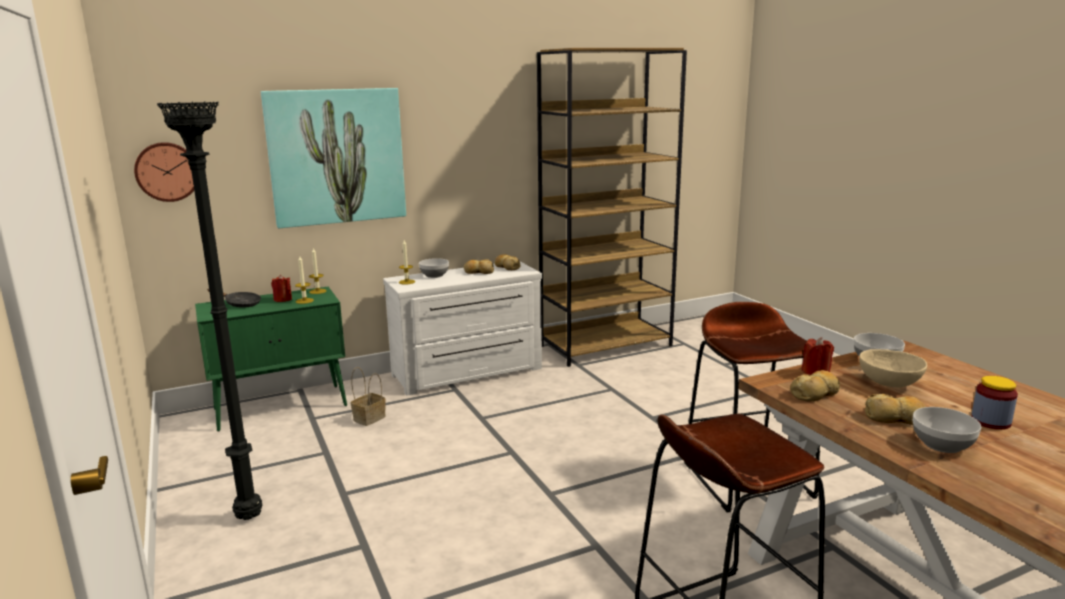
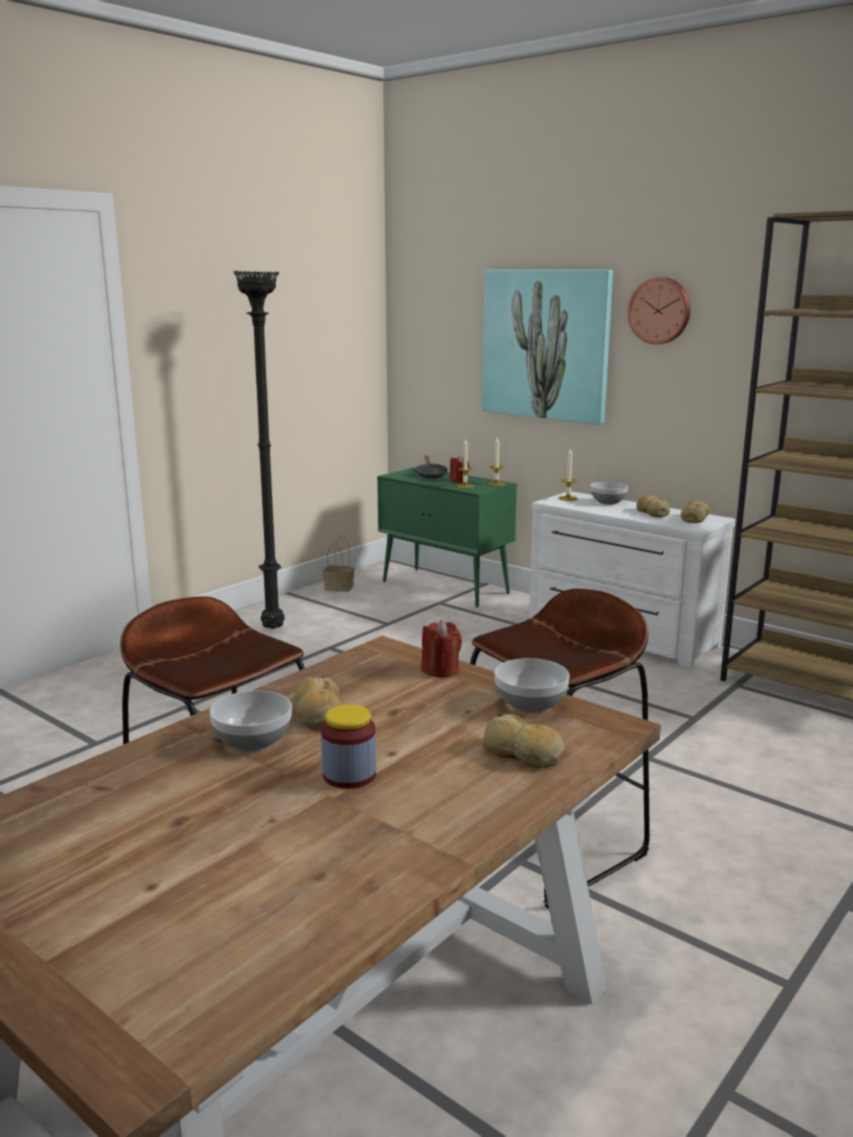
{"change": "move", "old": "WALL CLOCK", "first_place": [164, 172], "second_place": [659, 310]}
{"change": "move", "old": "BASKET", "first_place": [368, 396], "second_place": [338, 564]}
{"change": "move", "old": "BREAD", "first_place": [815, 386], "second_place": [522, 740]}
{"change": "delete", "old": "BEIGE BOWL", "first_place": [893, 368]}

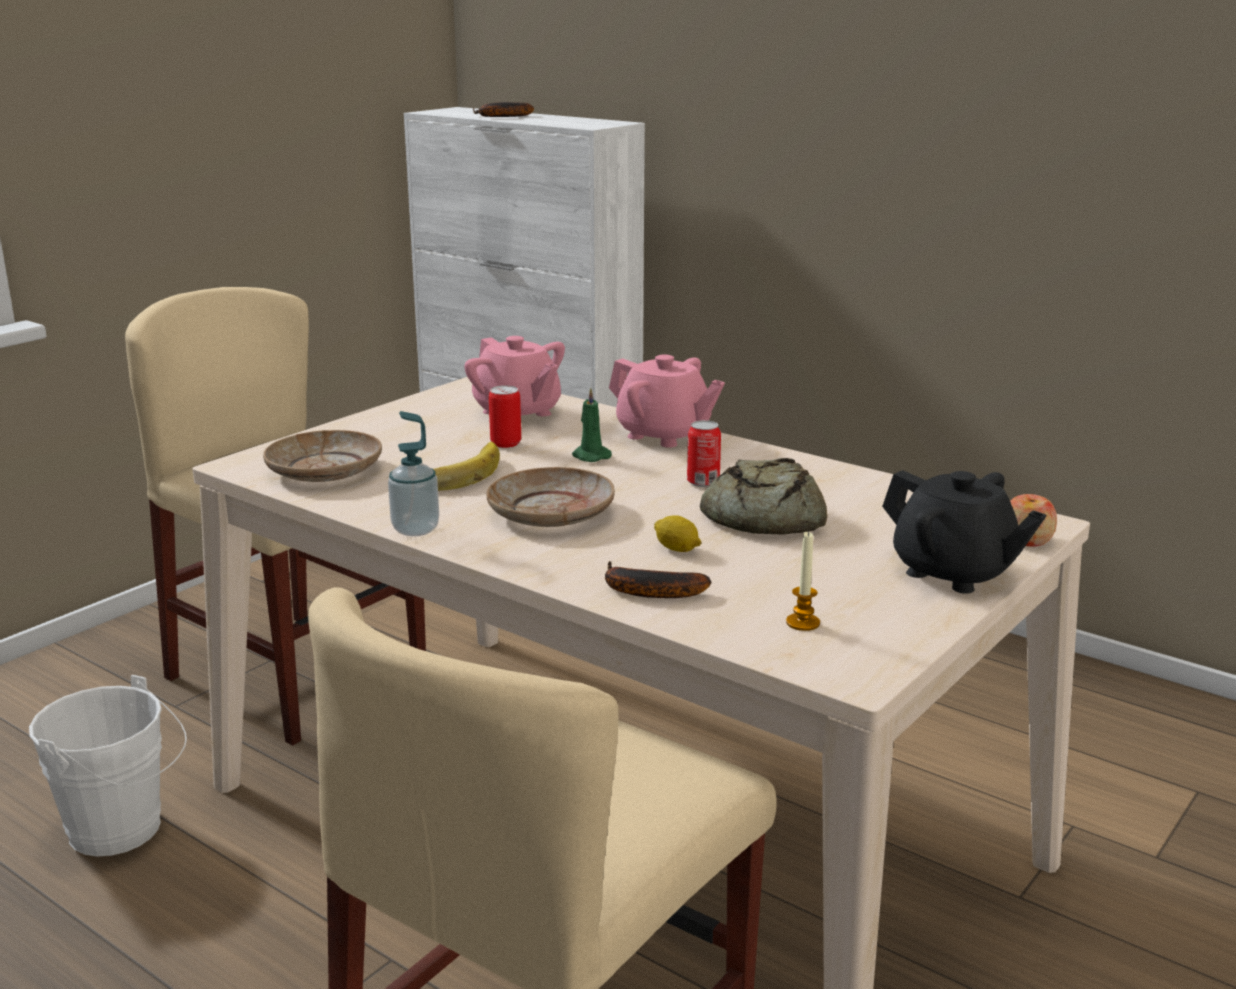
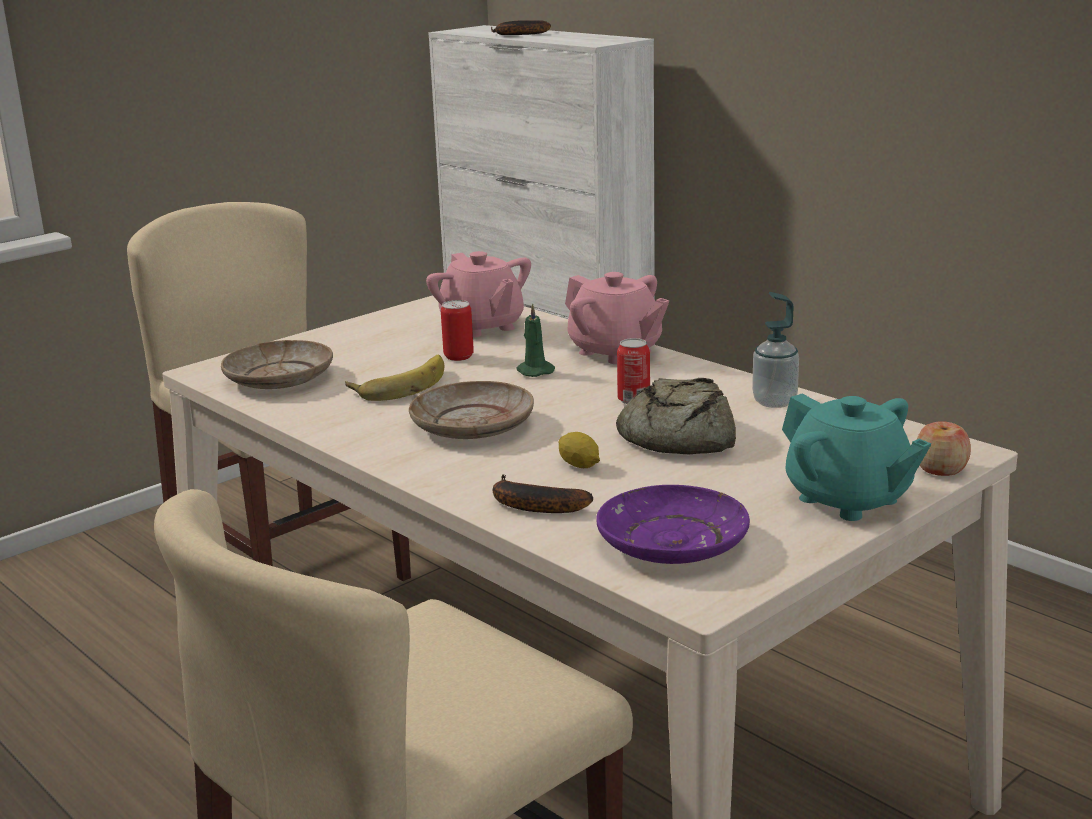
{"change": "delete", "old": "WHITE BUCKET", "first_place": [108, 766]}
{"change": "move", "old": "SOAP DISPENSER", "first_place": [413, 473], "second_place": [775, 350]}
{"change": "replace", "old": "CANDLE", "new": "PURPLE PLATE", "first_place": [803, 580], "second_place": [673, 524]}
{"change": "recolor", "old": "BLACK TEAPOT", "new": "TURQUOISE TEAPOT", "first_place": [964, 532], "second_place": [856, 457]}

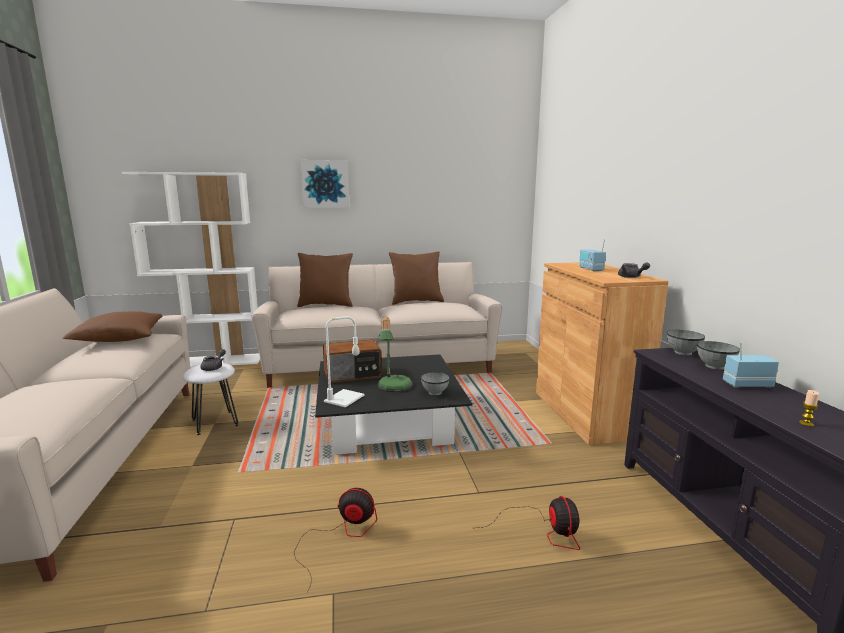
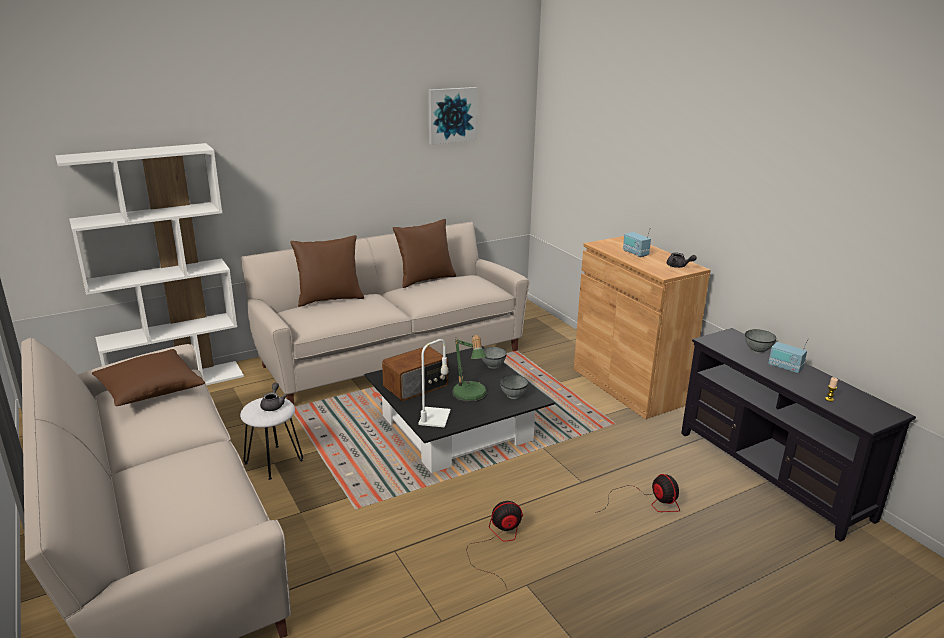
{"change": "move", "old": "PICTURE", "first_place": [325, 184], "second_place": [452, 116]}
{"change": "move", "old": "GREY BOWL", "first_place": [686, 342], "second_place": [494, 358]}
{"change": "rotate", "old": "RADIO", "first_place": [751, 365], "second_place": [788, 356], "degrees": -120}

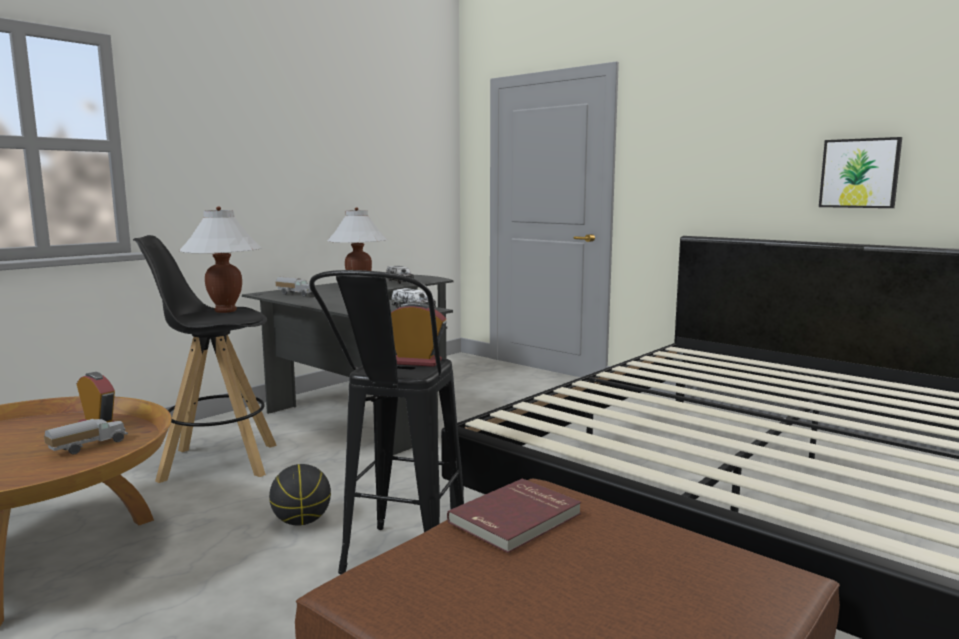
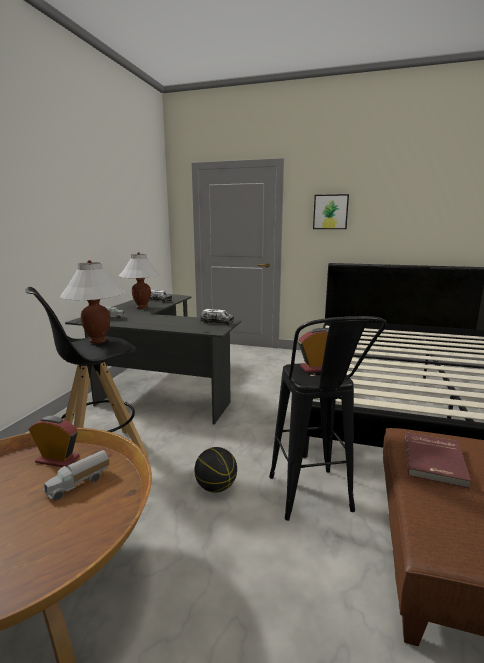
{"change": "rotate", "old": "TOY TRUCK", "first_place": [86, 436], "second_place": [76, 475], "degrees": -150}
{"change": "move", "old": "PICTURE", "first_place": [860, 172], "second_place": [331, 211]}

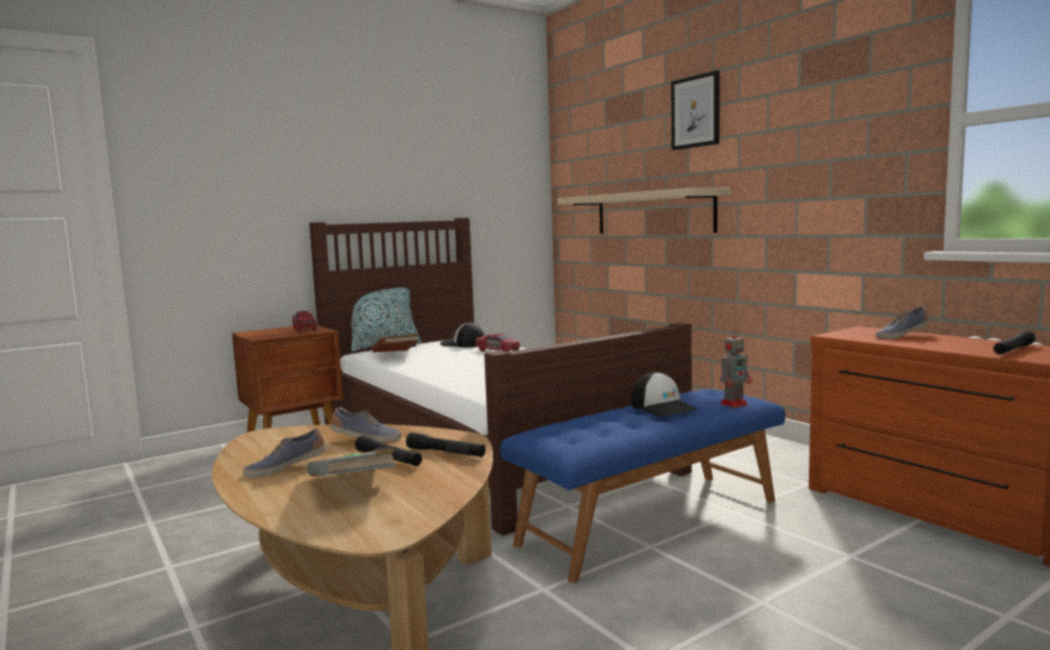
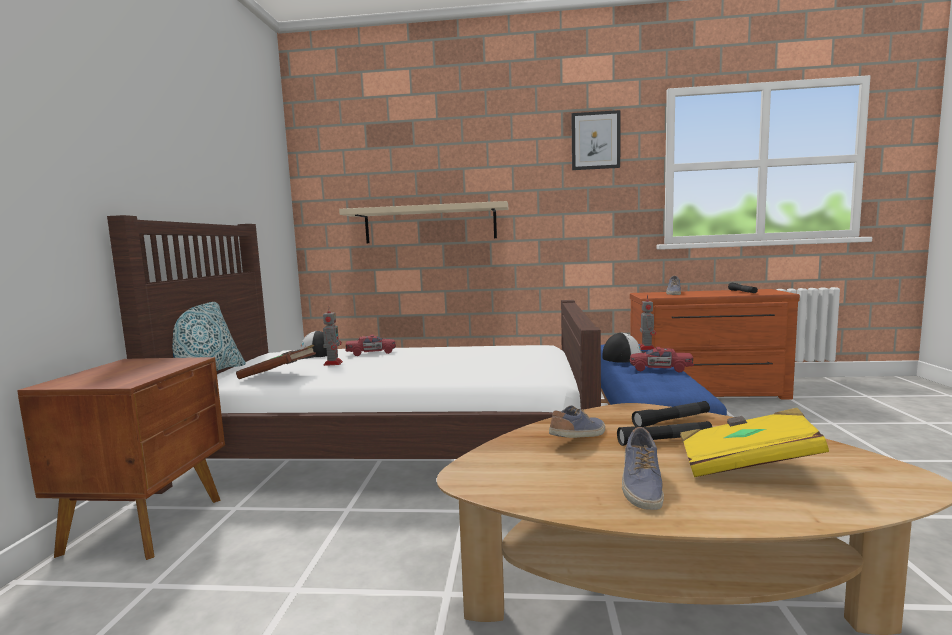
{"change": "move", "old": "RED TOY CAR", "first_place": [304, 321], "second_place": [662, 359]}
{"change": "recolor", "old": "GREY BOOK", "new": "YELLOW BOOK", "first_place": [351, 462], "second_place": [754, 442]}
{"change": "move", "old": "PICTURE", "first_place": [695, 110], "second_place": [596, 140]}
{"change": "insert", "new": "TOY ROBOT", "second_place": [333, 336]}

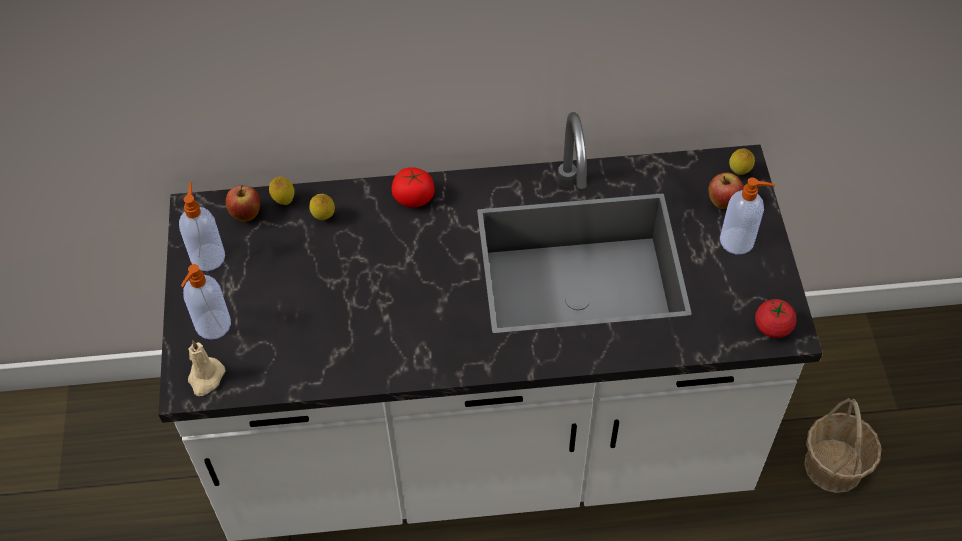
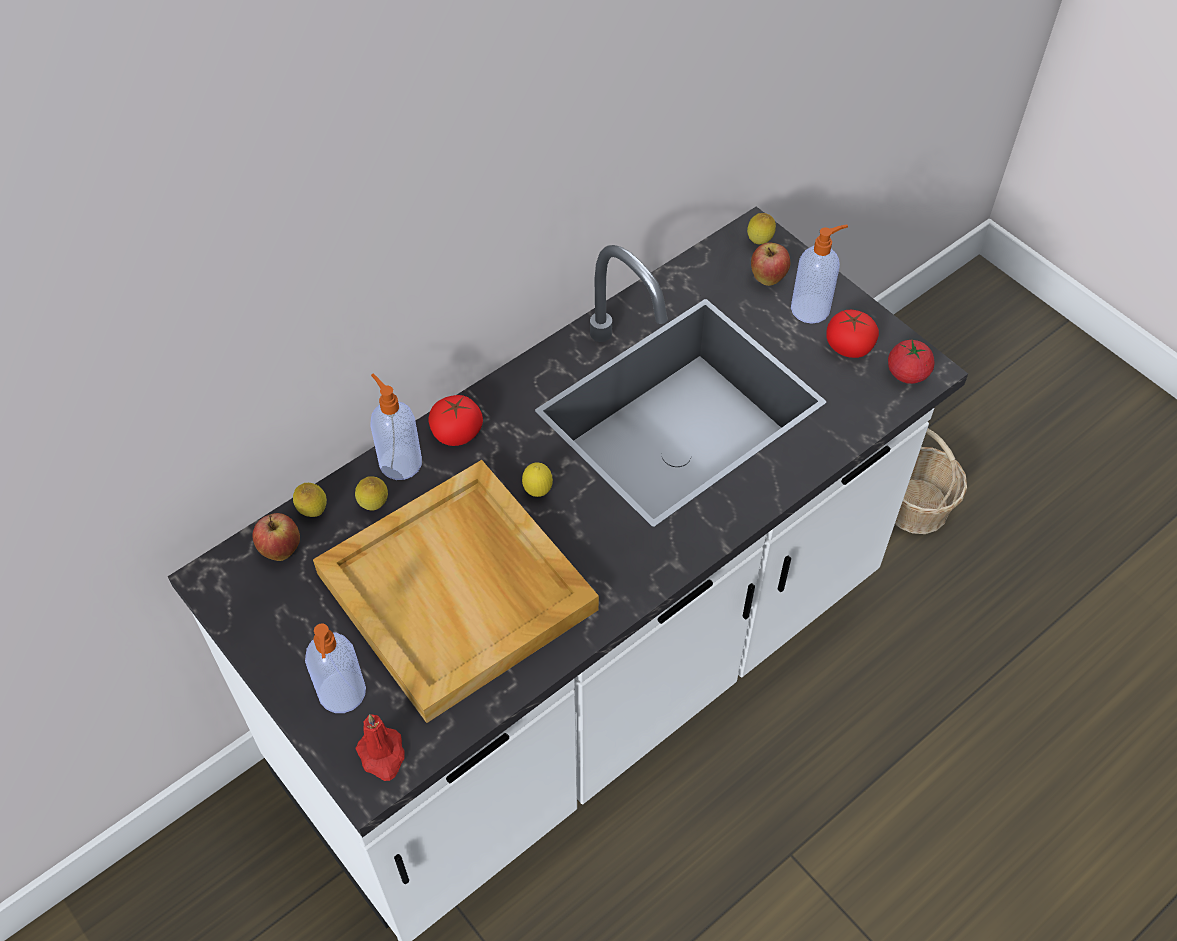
{"change": "move", "old": "SOAP DISPENSER", "first_place": [202, 226], "second_place": [396, 426]}
{"change": "recolor", "old": "BEIGE CANDLE", "new": "RED CANDLE", "first_place": [206, 368], "second_place": [380, 747]}
{"change": "insert", "new": "BEIGE TRAY", "second_place": [456, 591]}
{"change": "insert", "new": "LEMON", "second_place": [537, 479]}
{"change": "insert", "new": "TOMATO", "second_place": [852, 334]}

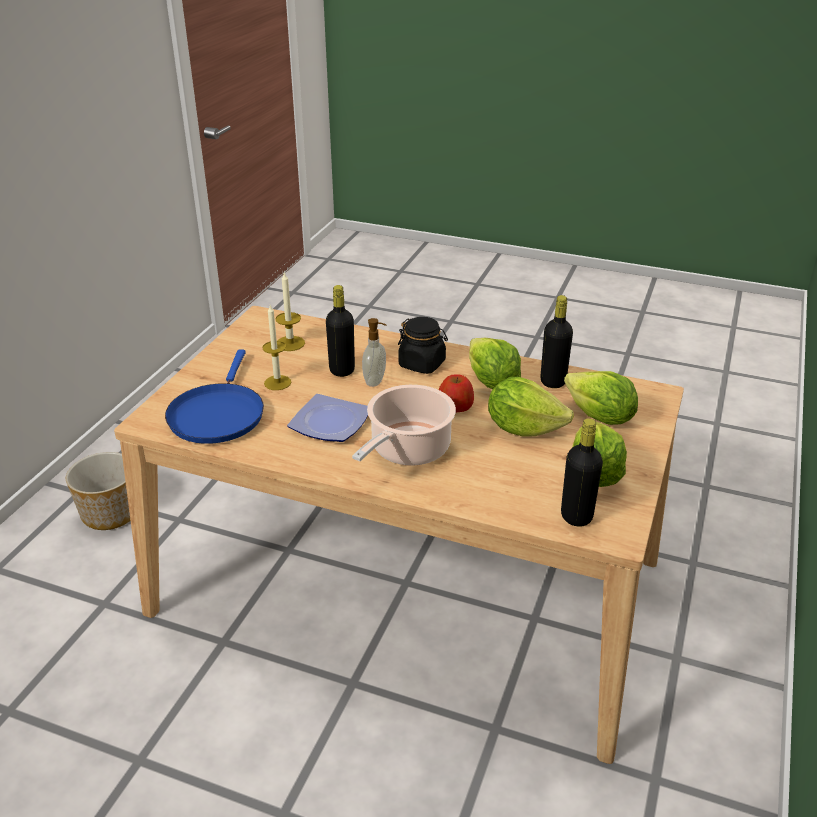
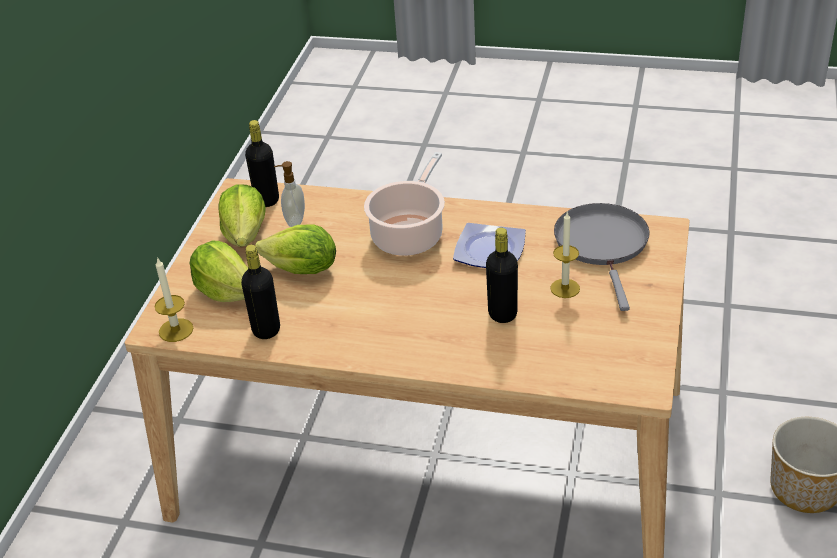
{"change": "recolor", "old": "BLUE FRYING PAN", "new": "GREY FRYING PAN", "first_place": [214, 396], "second_place": [602, 257]}
{"change": "move", "old": "CANDLE", "first_place": [290, 311], "second_place": [173, 299]}
{"change": "move", "old": "SOAP DISPENSER", "first_place": [374, 352], "second_place": [289, 194]}
{"change": "delete", "old": "BLACK JAR", "first_place": [423, 345]}
{"change": "delete", "old": "APPLE", "first_place": [456, 393]}
{"change": "delete", "old": "LETTUCE", "first_place": [495, 363]}

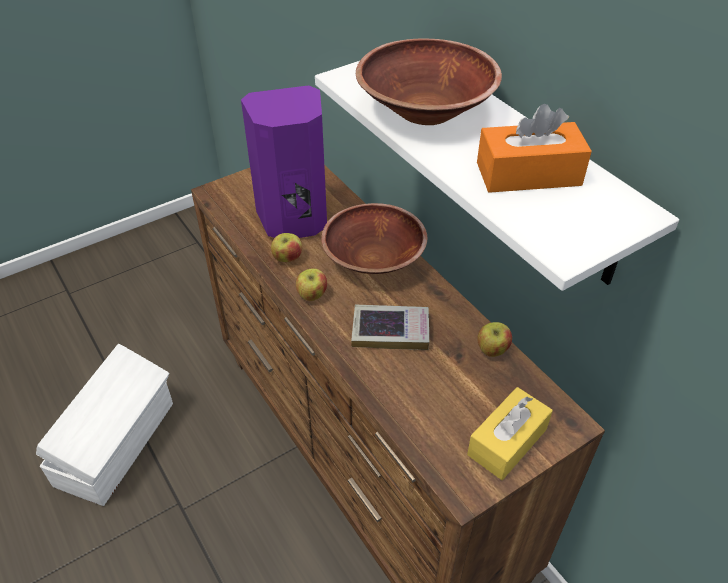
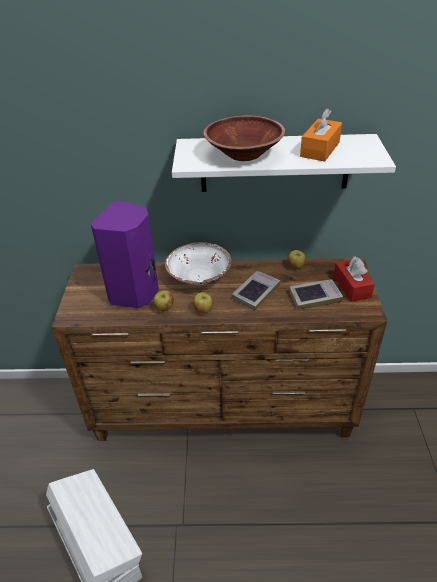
{"change": "recolor", "old": "BROWN BOWL", "new": "WHITE BOWL", "first_place": [374, 238], "second_place": [198, 263]}
{"change": "recolor", "old": "YELLOW TISSUE BOX", "new": "RED TISSUE BOX", "first_place": [510, 433], "second_place": [354, 279]}
{"change": "insert", "new": "BOOK", "second_place": [316, 294]}

